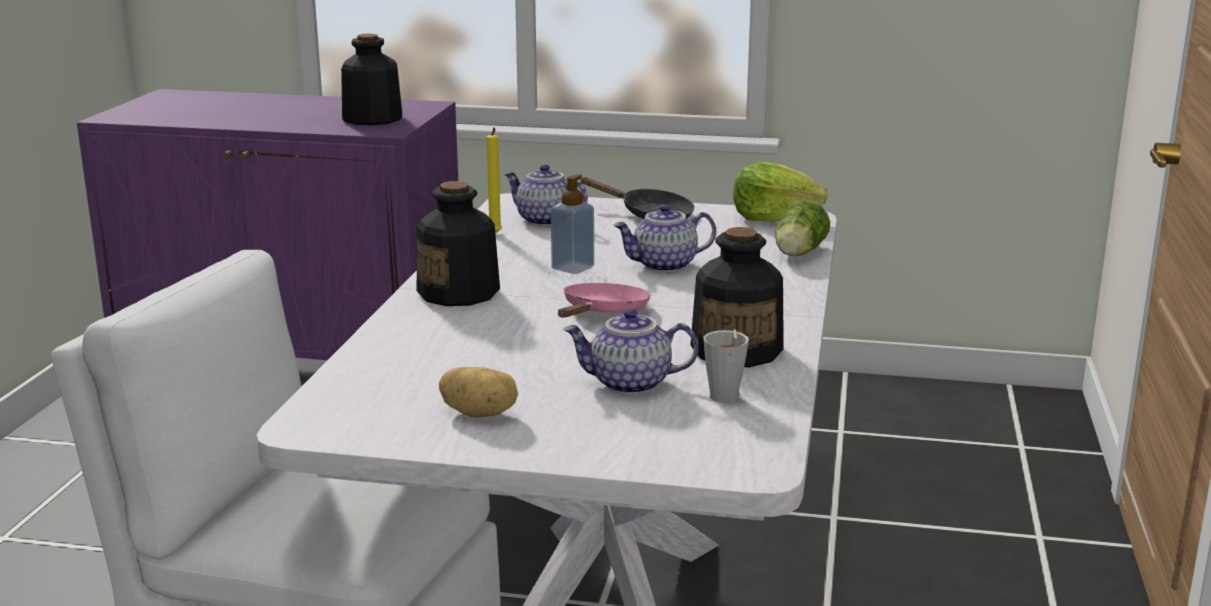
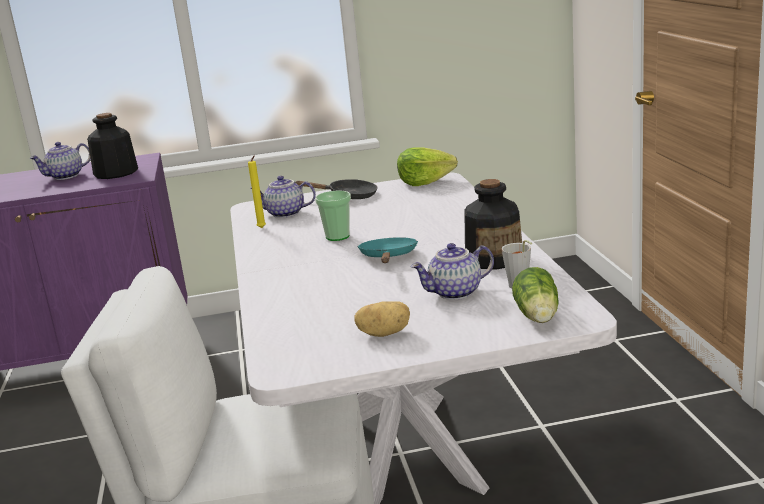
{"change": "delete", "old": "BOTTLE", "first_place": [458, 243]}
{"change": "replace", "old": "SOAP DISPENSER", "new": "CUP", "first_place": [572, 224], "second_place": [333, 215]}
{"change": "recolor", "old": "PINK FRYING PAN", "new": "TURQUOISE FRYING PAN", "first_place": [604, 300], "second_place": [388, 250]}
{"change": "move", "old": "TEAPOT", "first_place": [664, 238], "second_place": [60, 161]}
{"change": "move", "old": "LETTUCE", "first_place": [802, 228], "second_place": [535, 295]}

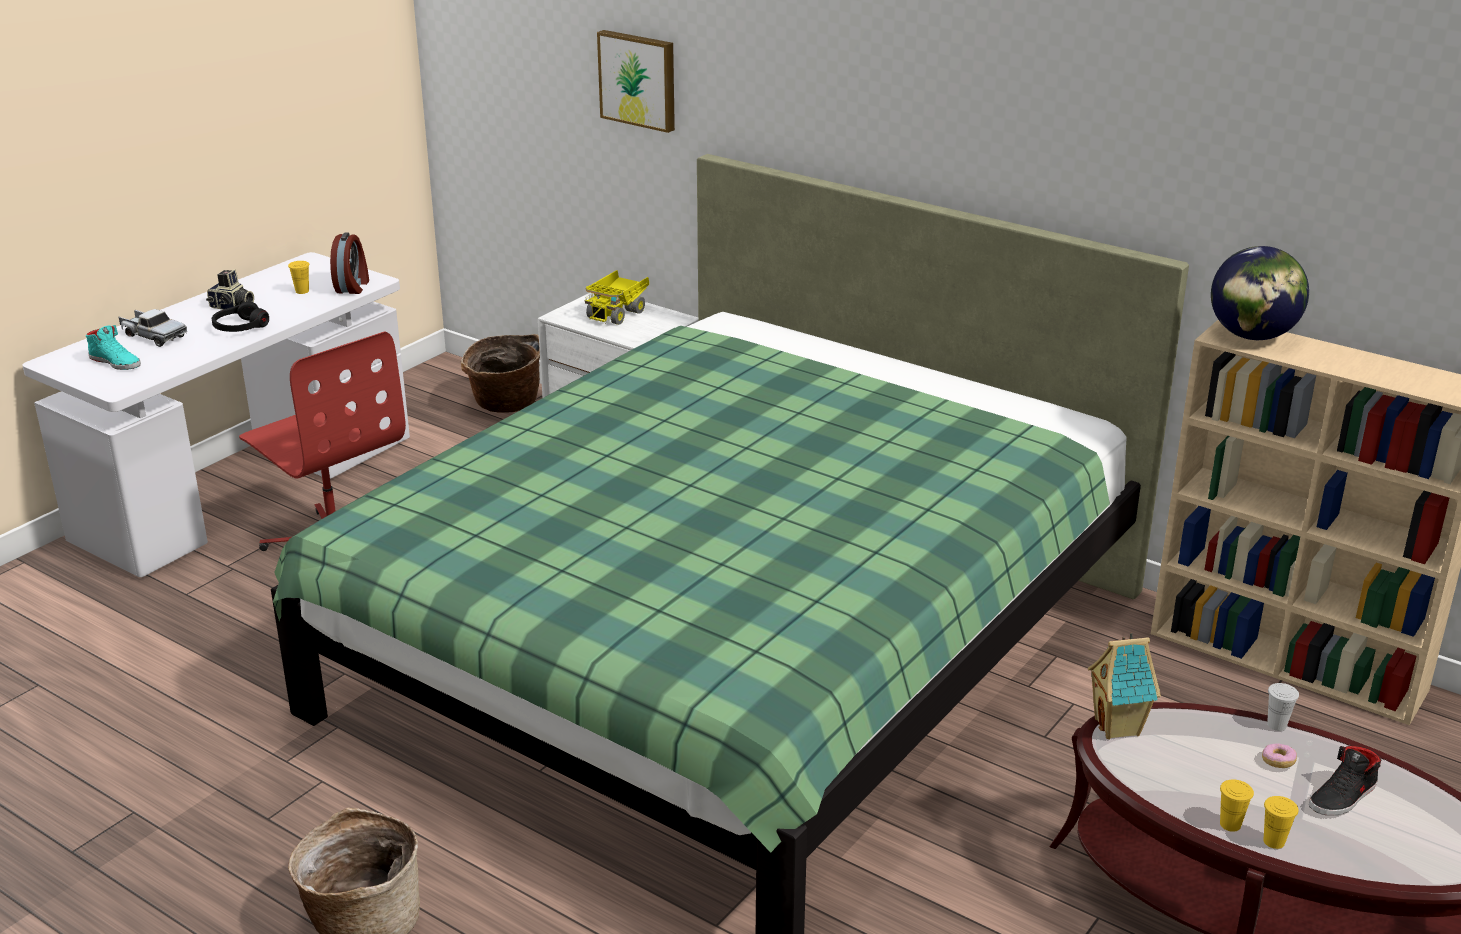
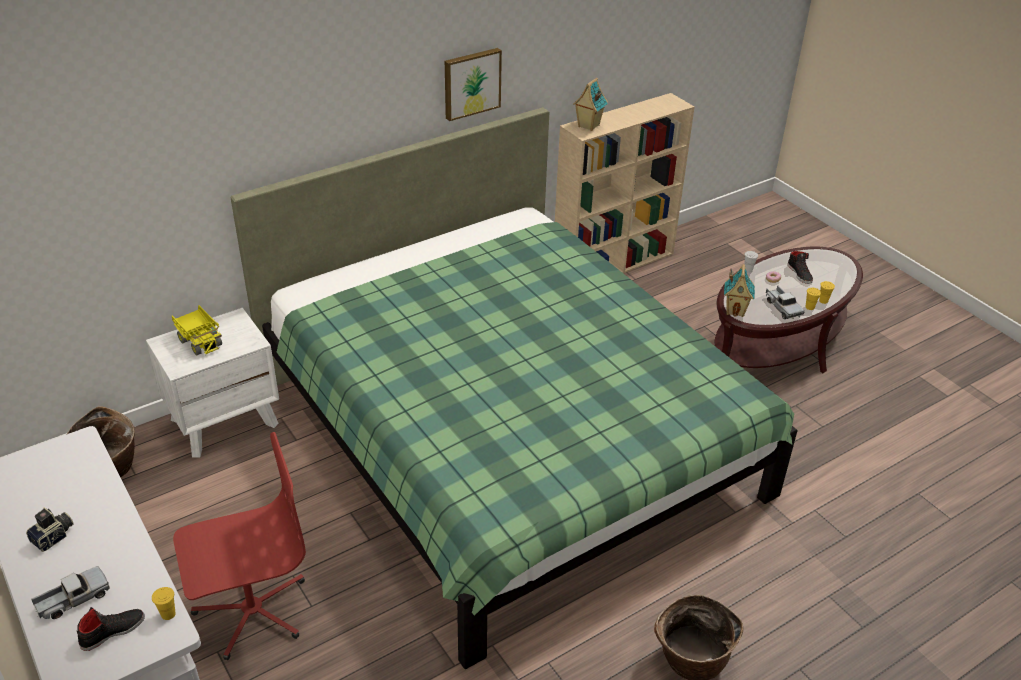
{"change": "recolor", "old": "TURQUOISE SHOE", "new": "BLACK SHOE", "first_place": [113, 347], "second_place": [111, 629]}
{"change": "delete", "old": "BLACK HEADPHONES", "first_place": [240, 317]}
{"change": "move", "old": "YELLOW CUP", "first_place": [298, 277], "second_place": [164, 603]}
{"change": "delete", "old": "ALARM CLOCK", "first_place": [349, 263]}
{"change": "move", "old": "PICTURE", "first_place": [636, 81], "second_place": [473, 84]}
{"change": "replace", "old": "GLOBE", "new": "TOY HOUSE", "first_place": [1260, 293], "second_place": [590, 104]}
{"change": "insert", "new": "TOY TRUCK", "second_place": [785, 302]}

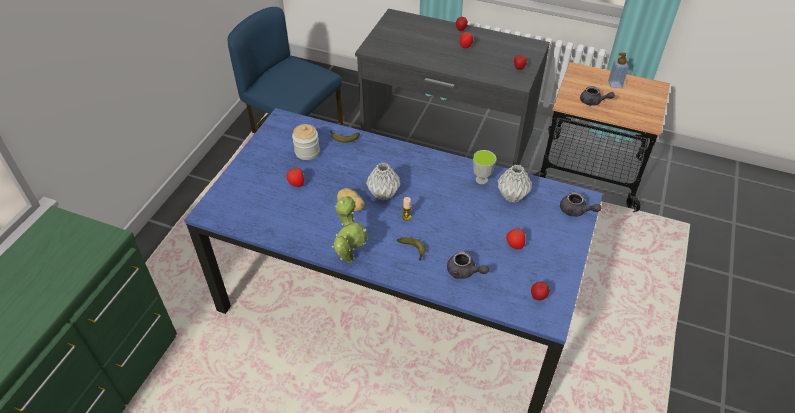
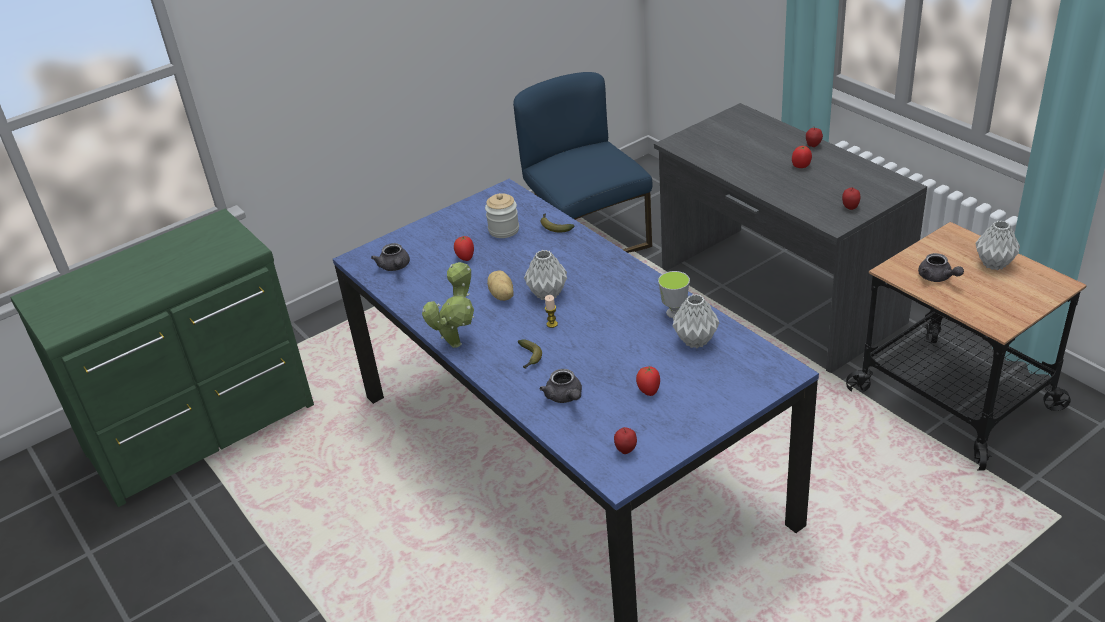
{"change": "move", "old": "GREY TEAPOT", "first_place": [580, 204], "second_place": [390, 257]}
{"change": "replace", "old": "SOAP DISPENSER", "new": "GREY VASE", "first_place": [618, 70], "second_place": [997, 245]}

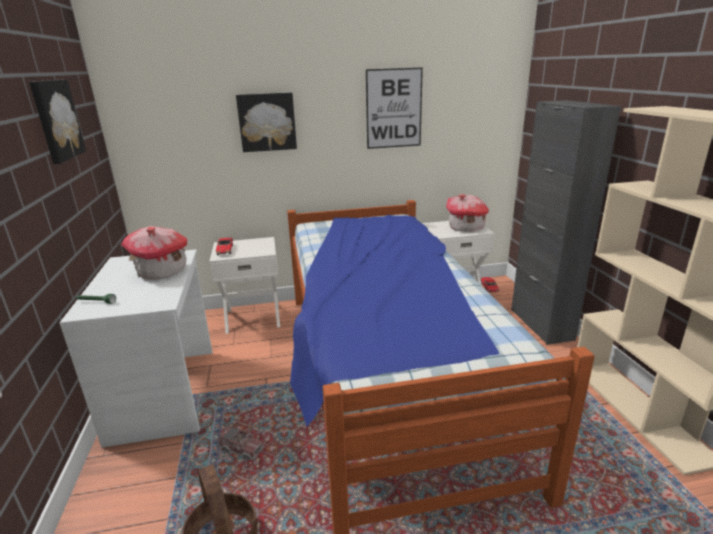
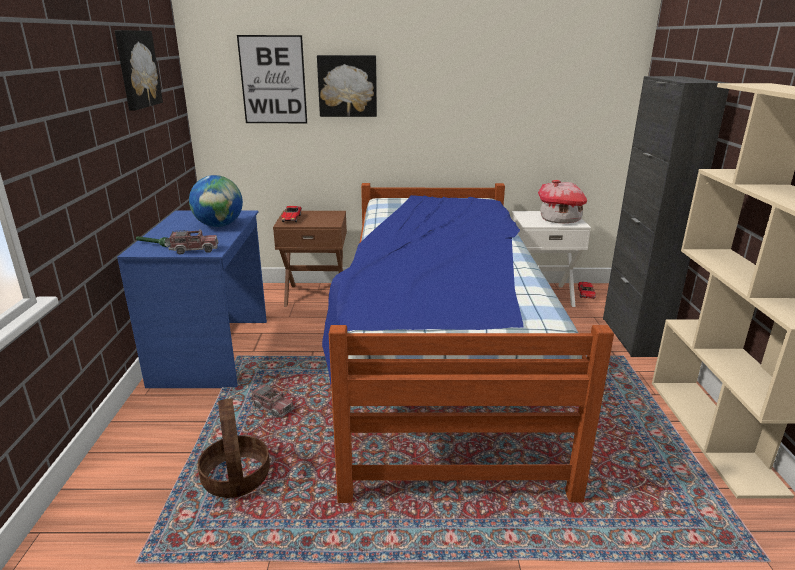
{"change": "recolor", "old": "WHITE DESK", "new": "BLUE DESK", "first_place": [136, 348], "second_place": [192, 299]}
{"change": "replace", "old": "TOY HOUSE", "new": "GLOBE", "first_place": [154, 253], "second_place": [216, 201]}
{"change": "recolor", "old": "WHITE NIGHTSTAND", "new": "BROWN NIGHTSTAND", "first_place": [244, 285], "second_place": [310, 259]}
{"change": "move", "old": "PICTURE", "first_place": [394, 108], "second_place": [272, 79]}
{"change": "insert", "new": "TOY TRUCK", "second_place": [193, 241]}

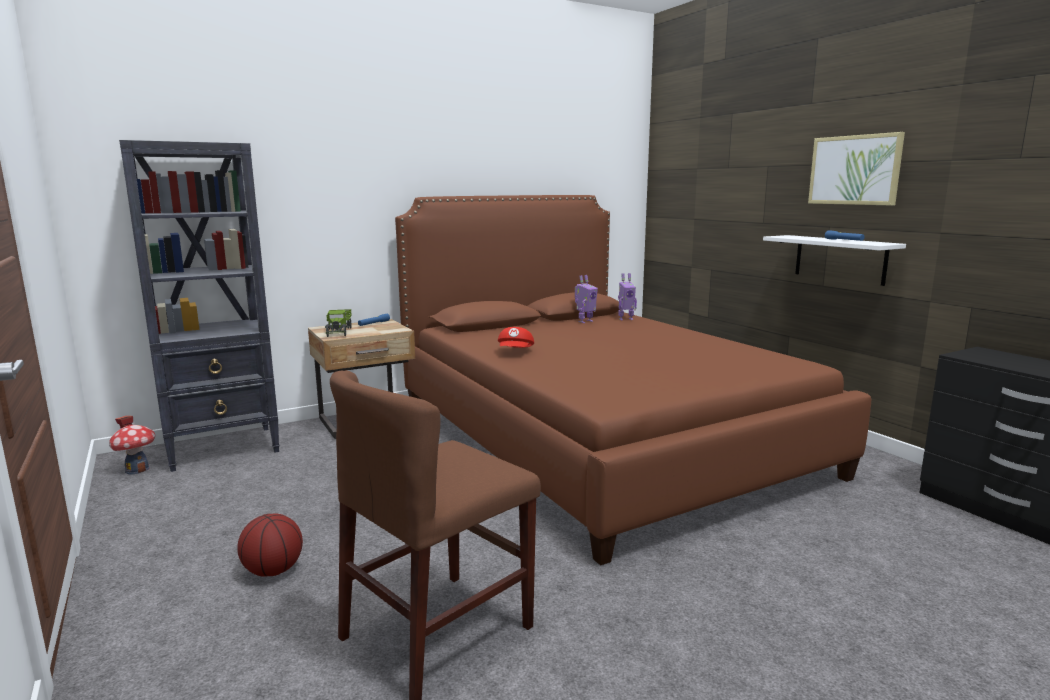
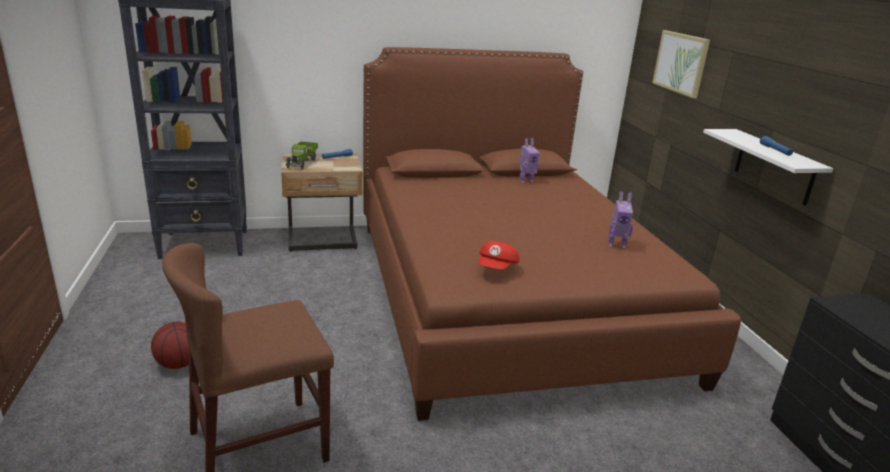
{"change": "delete", "old": "TOY HOUSE", "first_place": [132, 444]}
{"change": "move", "old": "RED CAP", "first_place": [516, 337], "second_place": [499, 255]}
{"change": "move", "old": "TOY ROBOT", "first_place": [627, 296], "second_place": [620, 220]}
{"change": "move", "old": "PICTURE", "first_place": [856, 168], "second_place": [681, 64]}

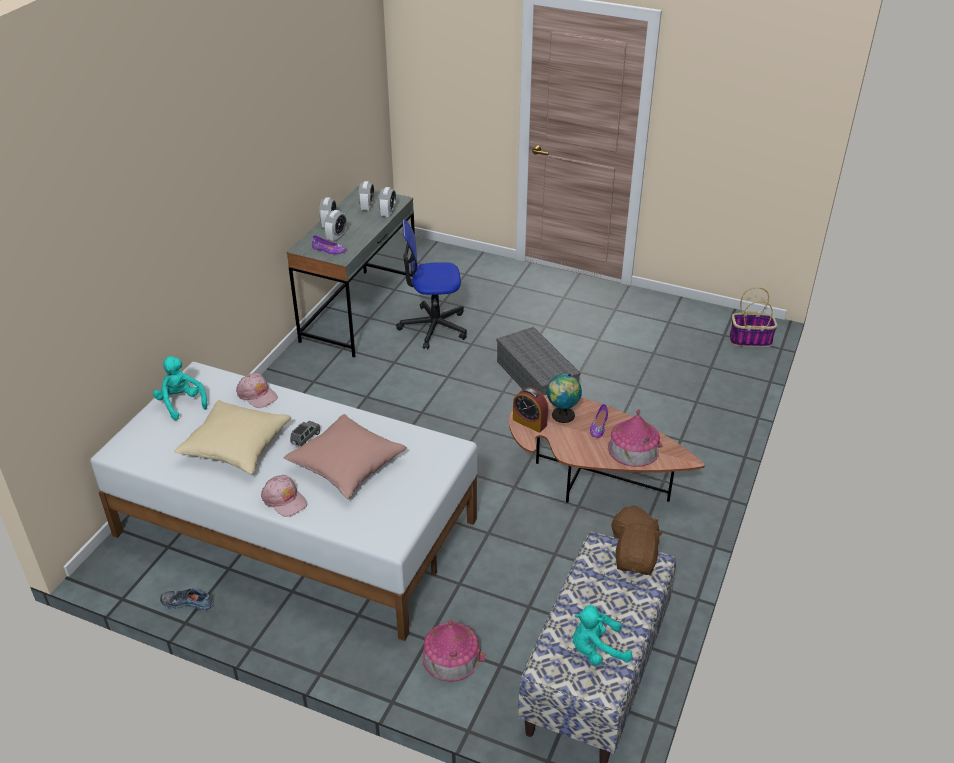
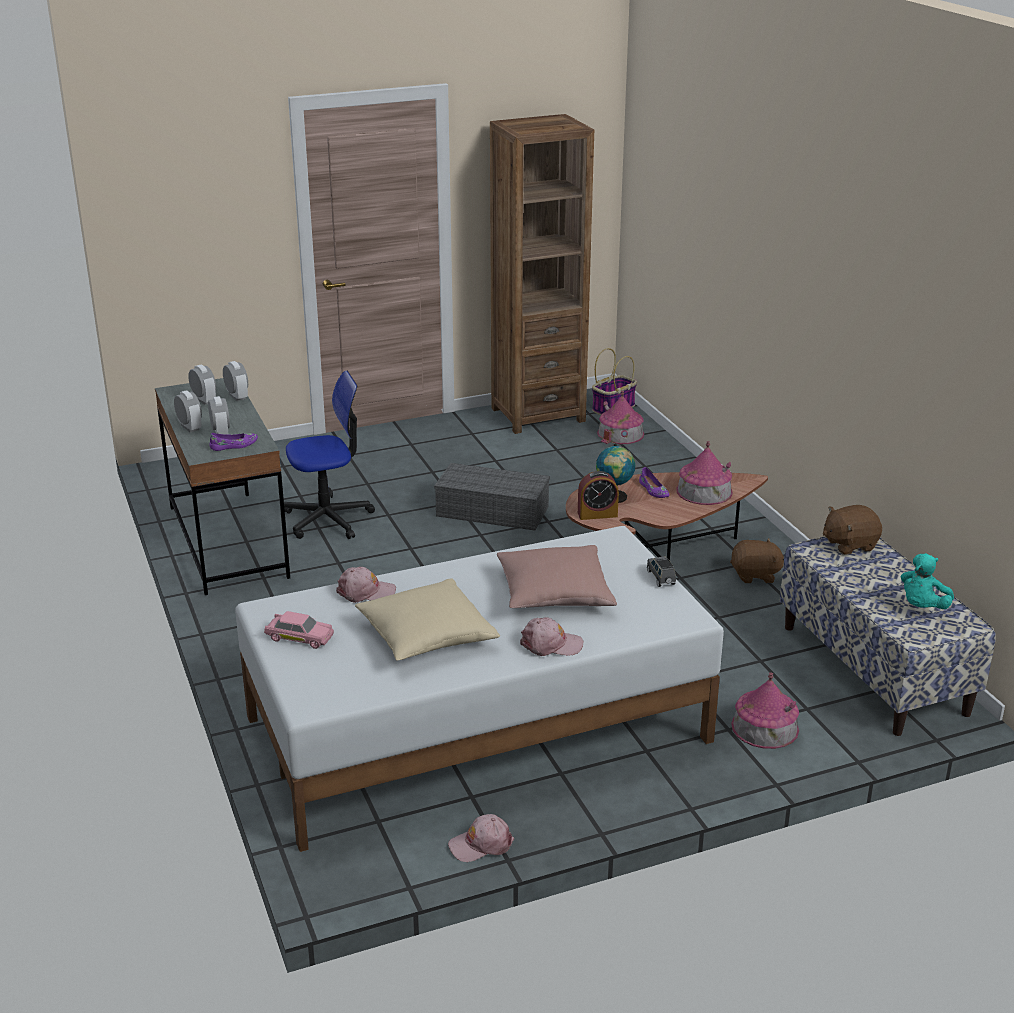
{"change": "replace", "old": "TURQUOISE PLUSH TOY", "new": "PINK TOY CAR", "first_place": [180, 388], "second_place": [299, 630]}
{"change": "replace", "old": "SHOE", "new": "PINK CAP", "first_place": [186, 600], "second_place": [481, 838]}
{"change": "move", "old": "GREY TOY CAR", "first_place": [305, 434], "second_place": [661, 571]}
{"change": "rotate", "old": "OFFICE CHAIR", "first_place": [431, 284], "second_place": [329, 455], "degrees": -150}
{"change": "rotate", "old": "BROWN PLUSH TOY", "first_place": [639, 549], "second_place": [852, 530], "degrees": -75}
{"change": "insert", "new": "BROWN BOOKCASE", "second_place": [542, 274]}
{"change": "insert", "new": "TOY HOUSE", "second_place": [620, 417]}

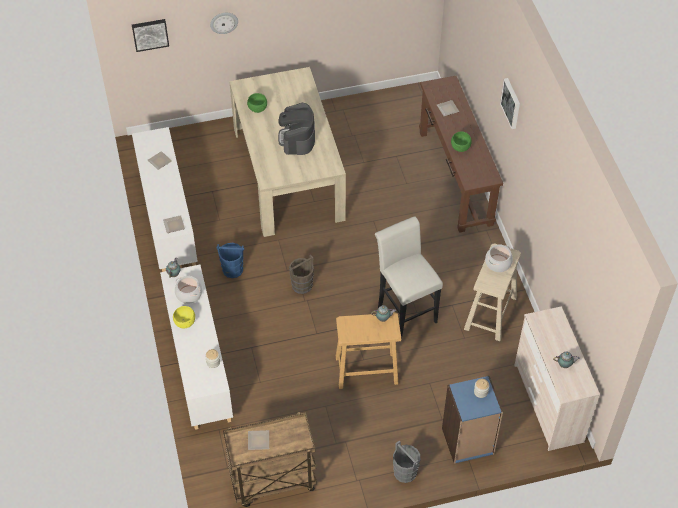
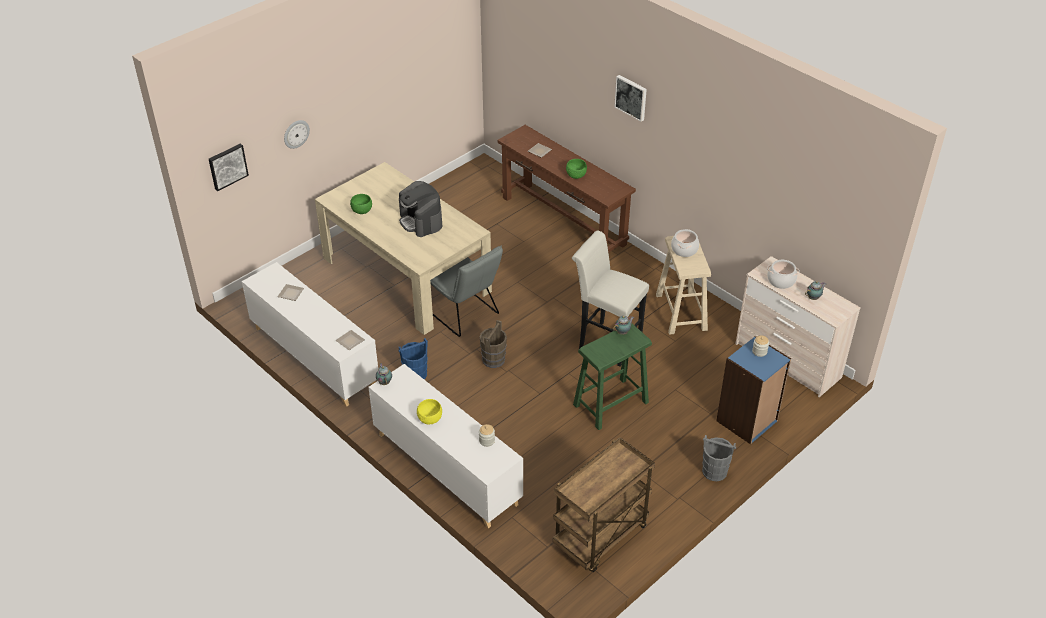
{"change": "move", "old": "COOKING POT", "first_place": [188, 290], "second_place": [783, 274]}
{"change": "delete", "old": "PLATE", "first_place": [258, 440]}
{"change": "recolor", "old": "BEIGE STOOL", "new": "GREEN STOOL", "first_place": [368, 350], "second_place": [612, 377]}
{"change": "insert", "new": "GREY CHAIR", "second_place": [466, 291]}

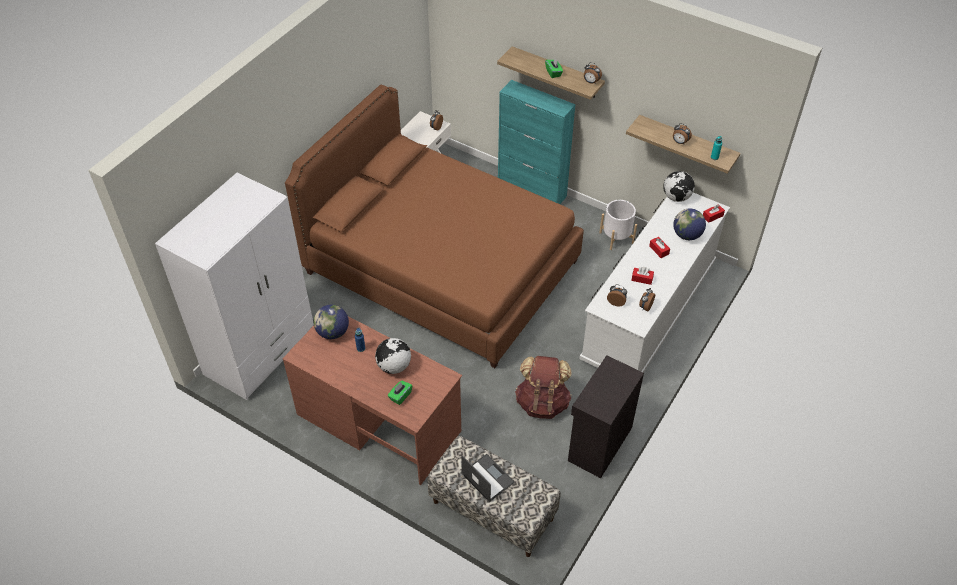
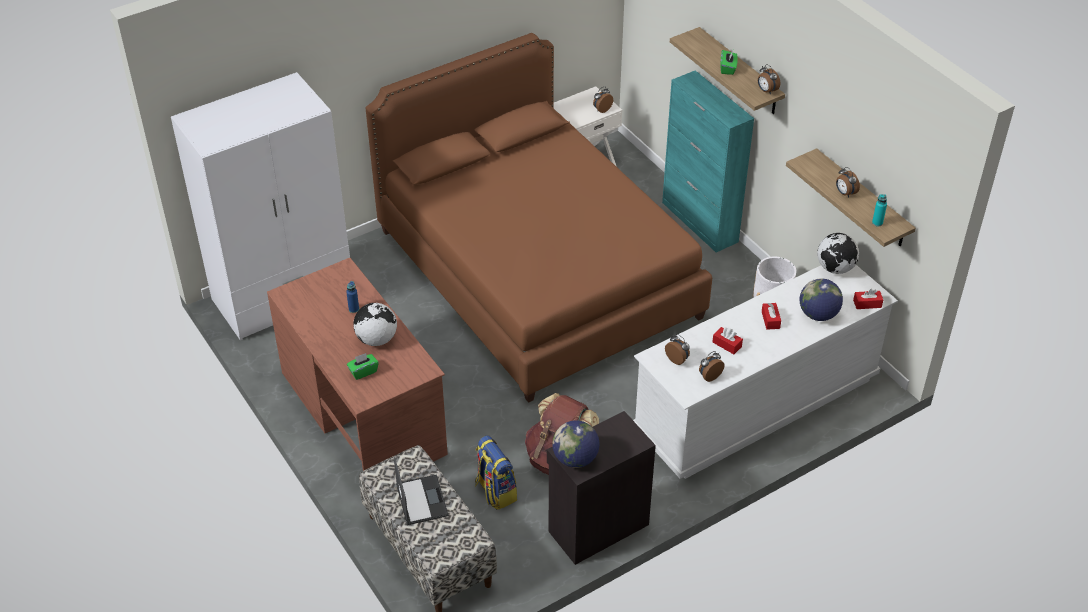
{"change": "move", "old": "GLOBE", "first_place": [331, 322], "second_place": [576, 444]}
{"change": "insert", "new": "BACKPACK", "second_place": [496, 472]}

